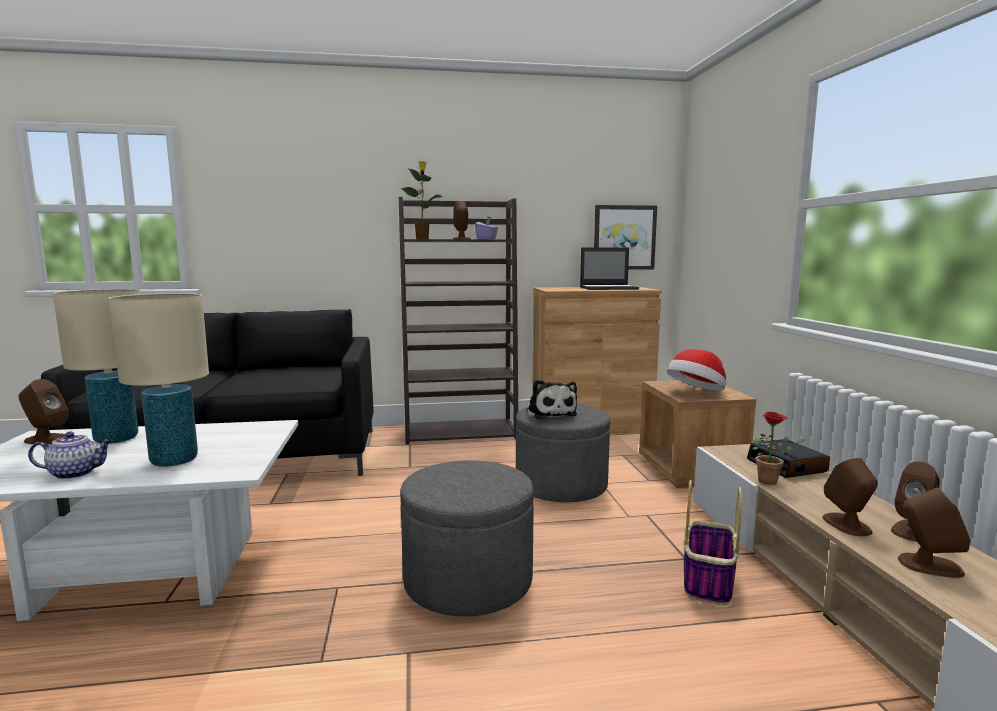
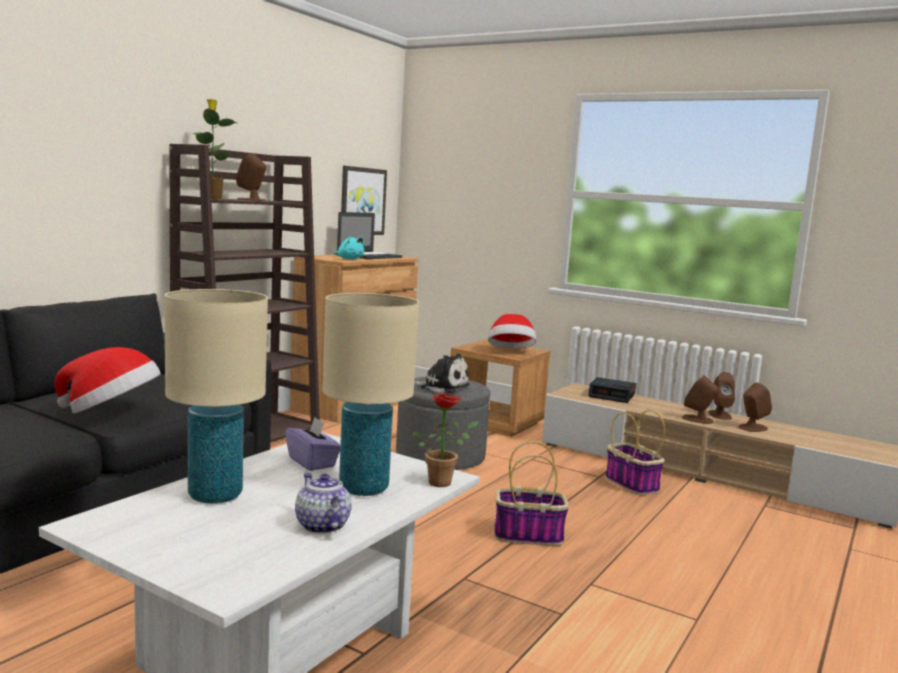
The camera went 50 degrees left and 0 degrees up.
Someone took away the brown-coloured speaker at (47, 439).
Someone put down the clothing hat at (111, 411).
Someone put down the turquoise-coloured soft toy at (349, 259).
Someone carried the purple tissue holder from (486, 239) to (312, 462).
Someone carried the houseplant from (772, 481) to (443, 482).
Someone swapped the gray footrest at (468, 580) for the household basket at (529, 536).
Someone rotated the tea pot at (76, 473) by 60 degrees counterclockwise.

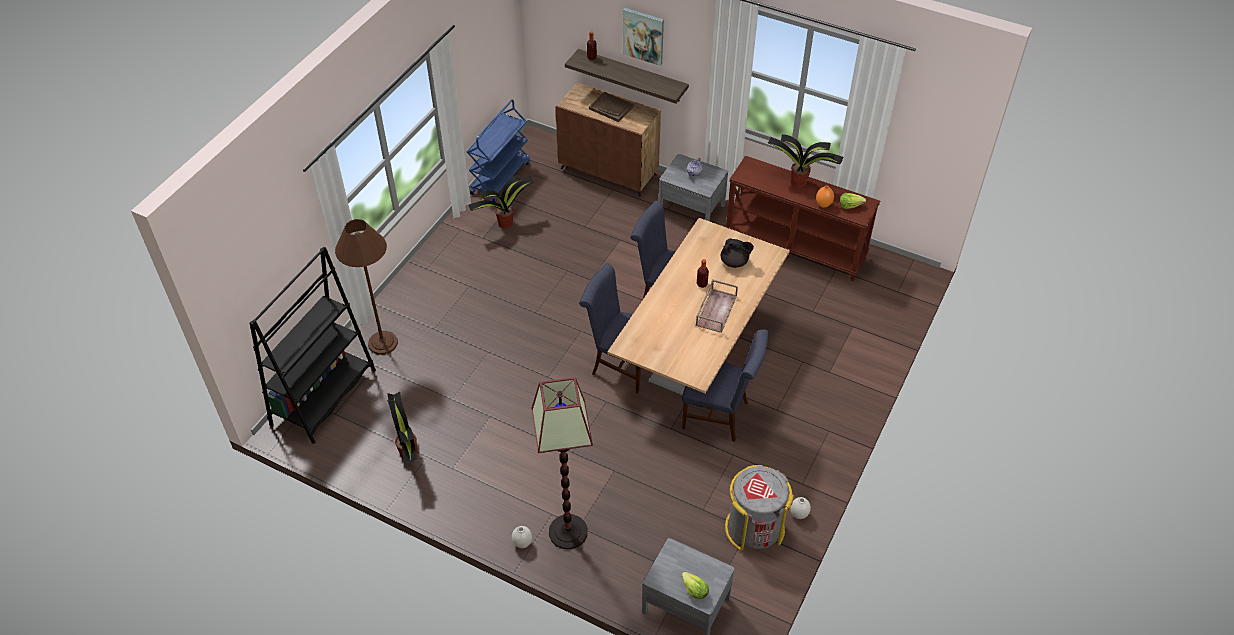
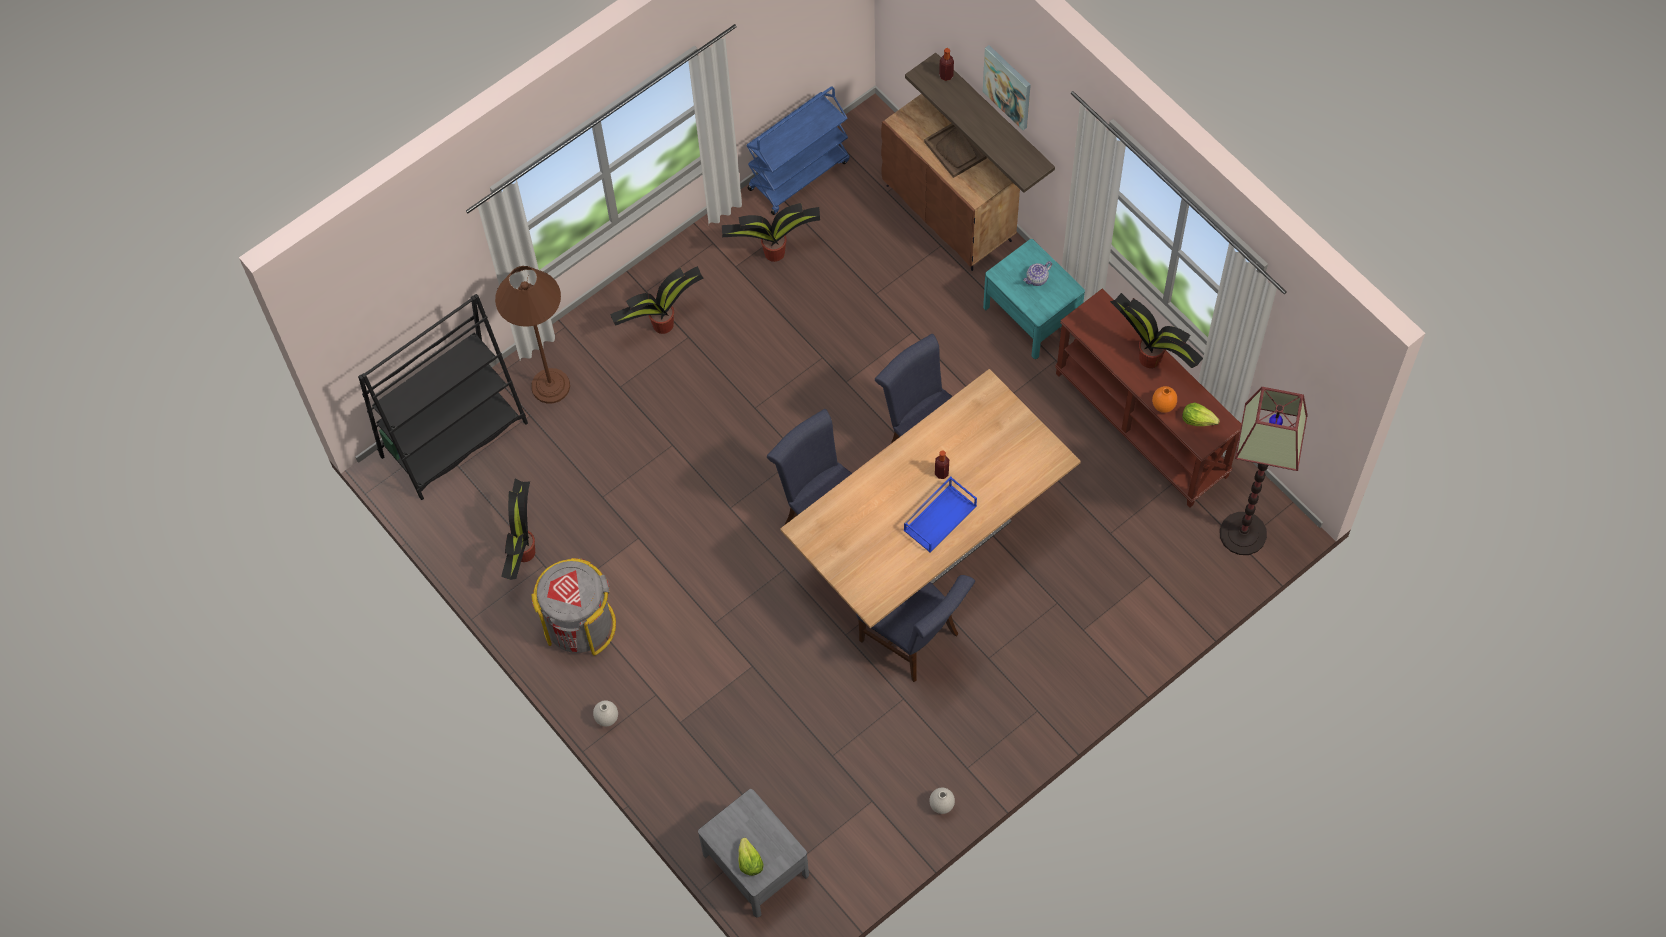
The camera went 25 degrees right and 15 degrees up.
Someone took away the blackish tea pot at (734, 262).
Someone put down the houseplant at (661, 325).
Someone carried the standard lamp from (568, 532) to (1243, 534).
Someone carried the gray trash can from (754, 528) to (580, 624).
Someone repainted the gray nightstand at (691, 209), which became the turquoise-coloured nightstand at (1031, 315).
Someone repainted the brown-coloured serving tray at (716, 310), which became the blue serving tray at (940, 517).

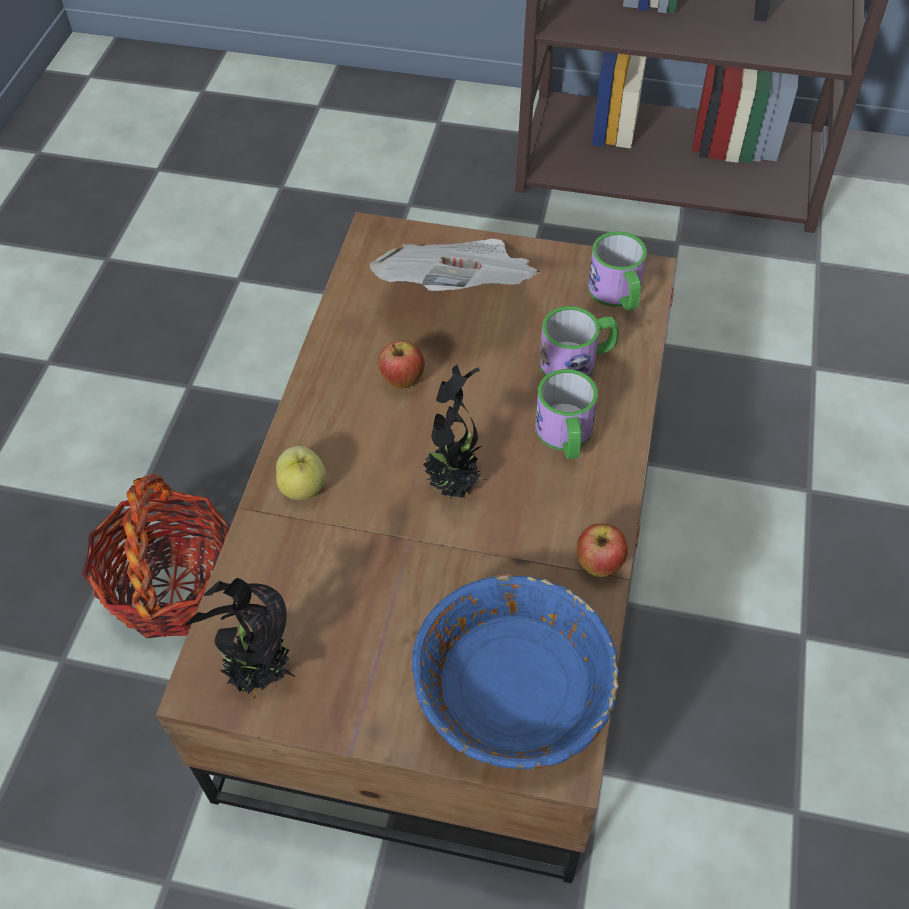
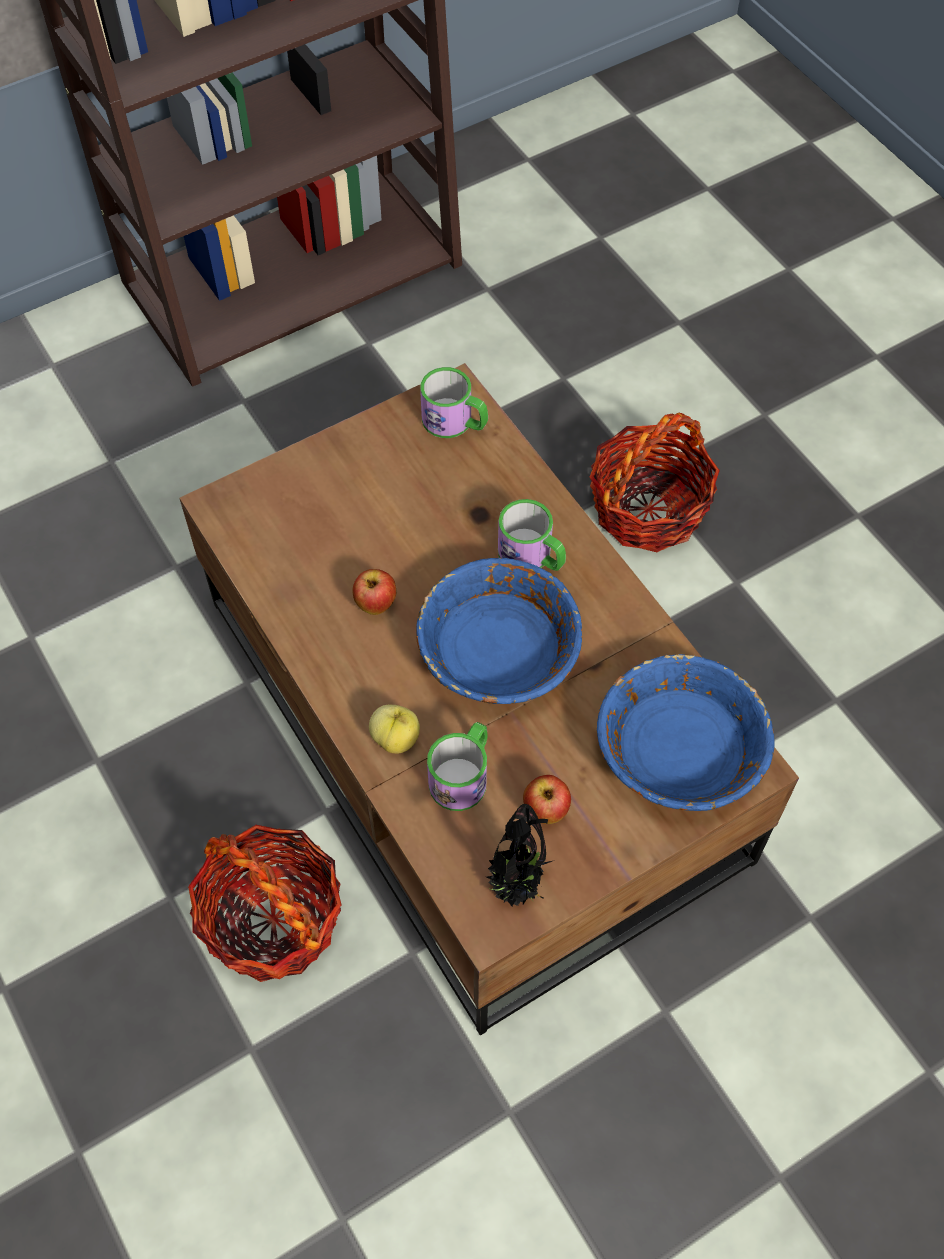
The camera went 45 degrees left and 5 degrees up.
Someone took away the daily paper at (458, 295).
Someone put down the household basket at (648, 508).
Someone carried the mug from (577, 361) to (463, 775).
Someone carried the apple fruit from (599, 565) to (546, 811).
Someone swapped the houseplant at (455, 484) for the blue deep dish at (497, 650).

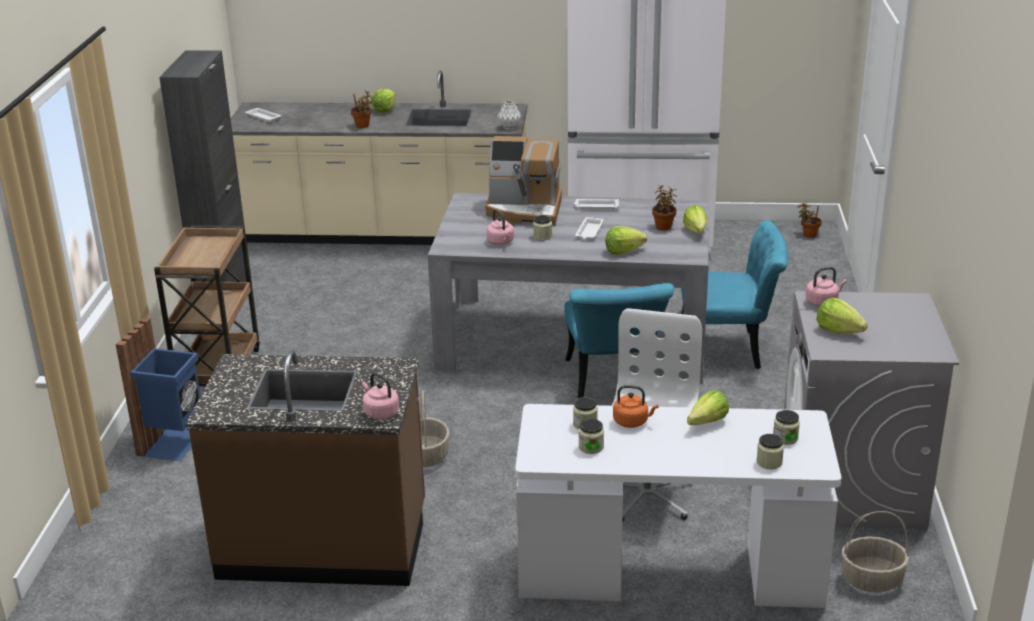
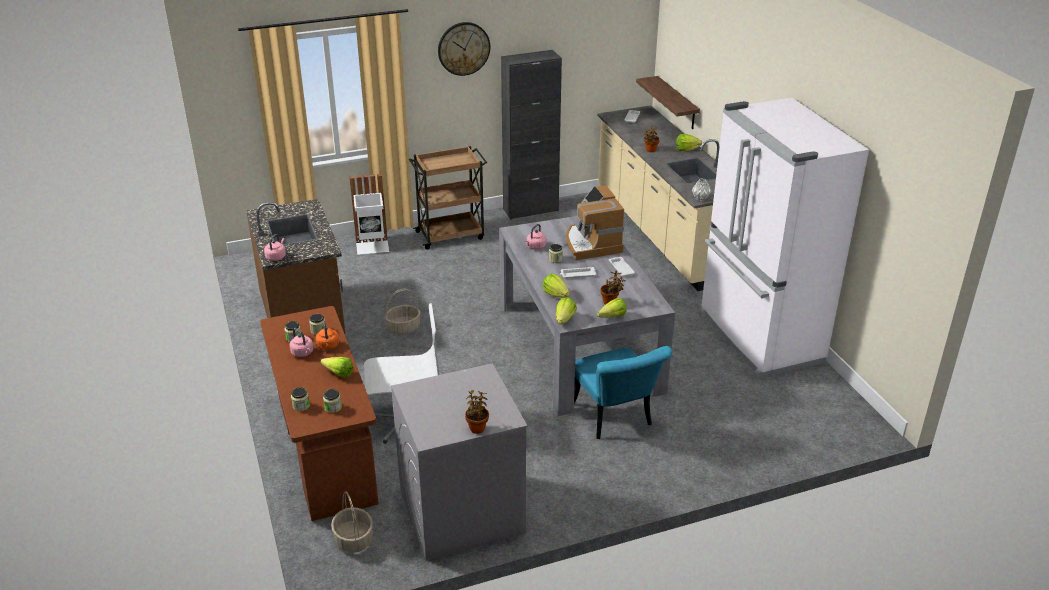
The camera went 65 degrees right and 5 degrees up.
Someone took away the turquoise-coloured upright chair at (613, 383).
Someone put up the hanging clock at (463, 48).
Someone put up the wall shelf at (677, 103).
Someone carried the houseplant from (808, 234) to (477, 427).
Someone carried the pink water kettle from (823, 302) to (303, 353).
Someone carried the lettuce head from (838, 330) to (564, 319).
Someone repainted the blue trash can at (174, 443), which became the whitish trash can at (372, 247).
Someone repainted the whitish desk unit at (669, 574), which became the brown-coloured desk unit at (325, 449).

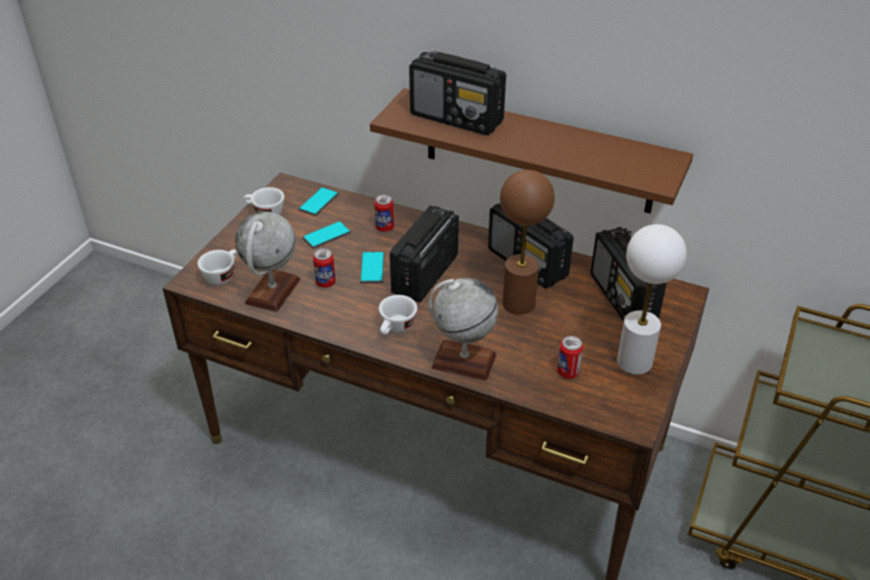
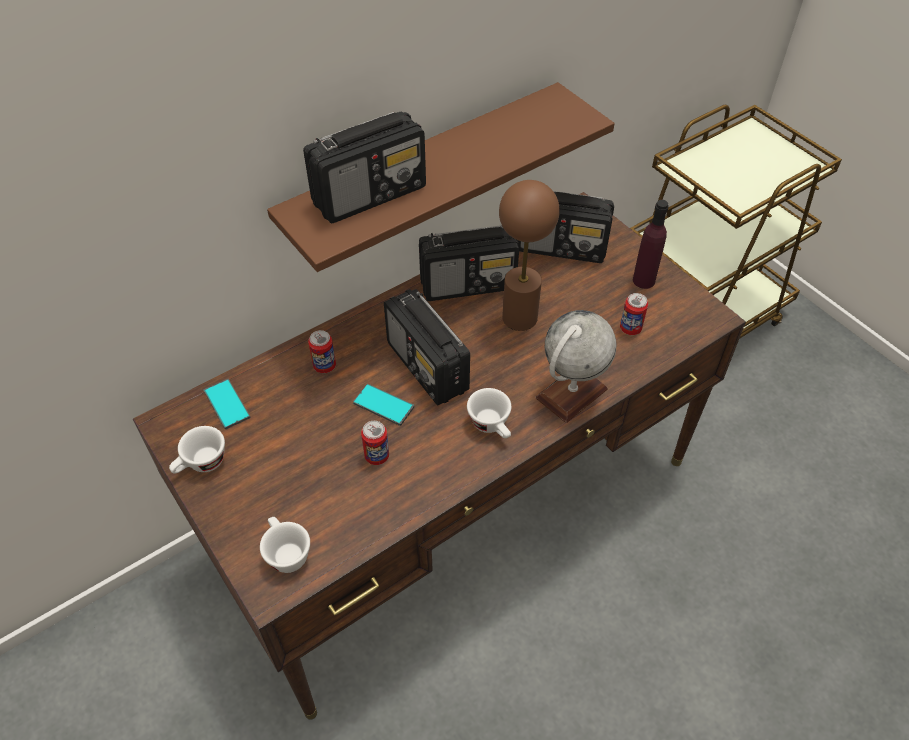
The camera went 60 degrees left and 10 degrees up.
Someone took away the globe at (273, 291).
Someone took away the handset at (326, 235).
Someone swapped the whitish tabletop lamp at (635, 362) for the purple drink bottle at (643, 280).

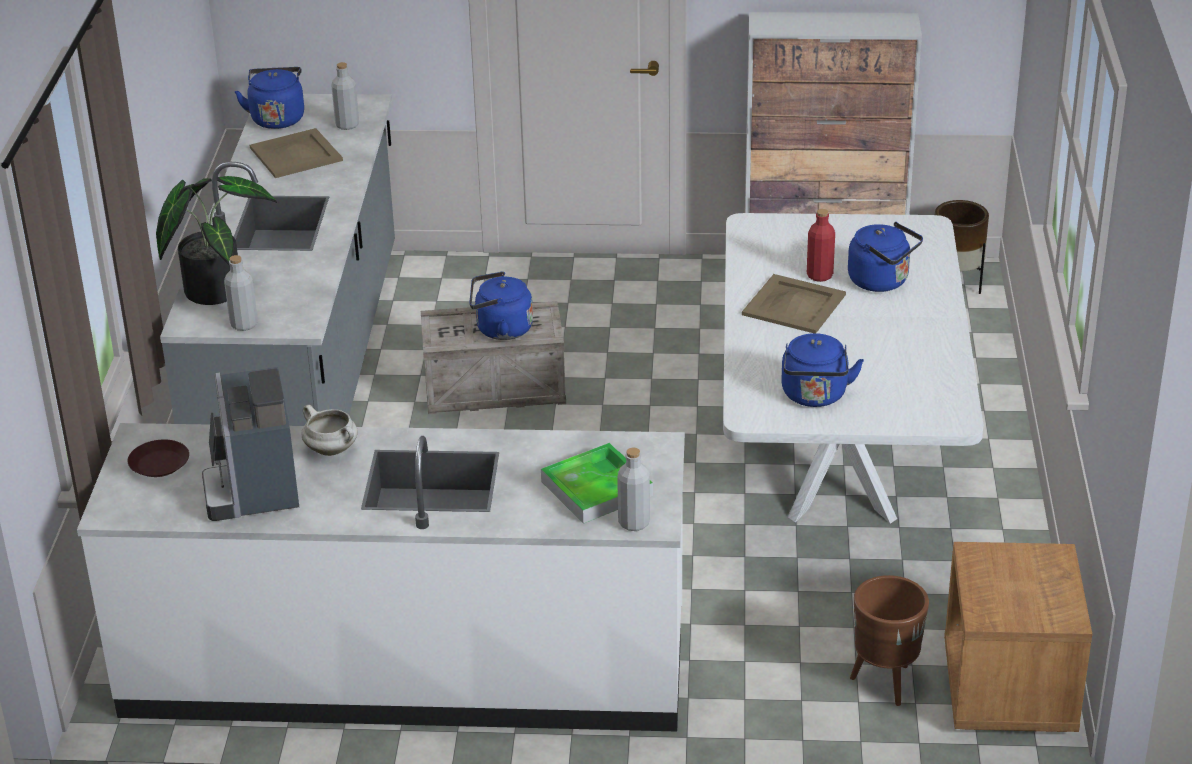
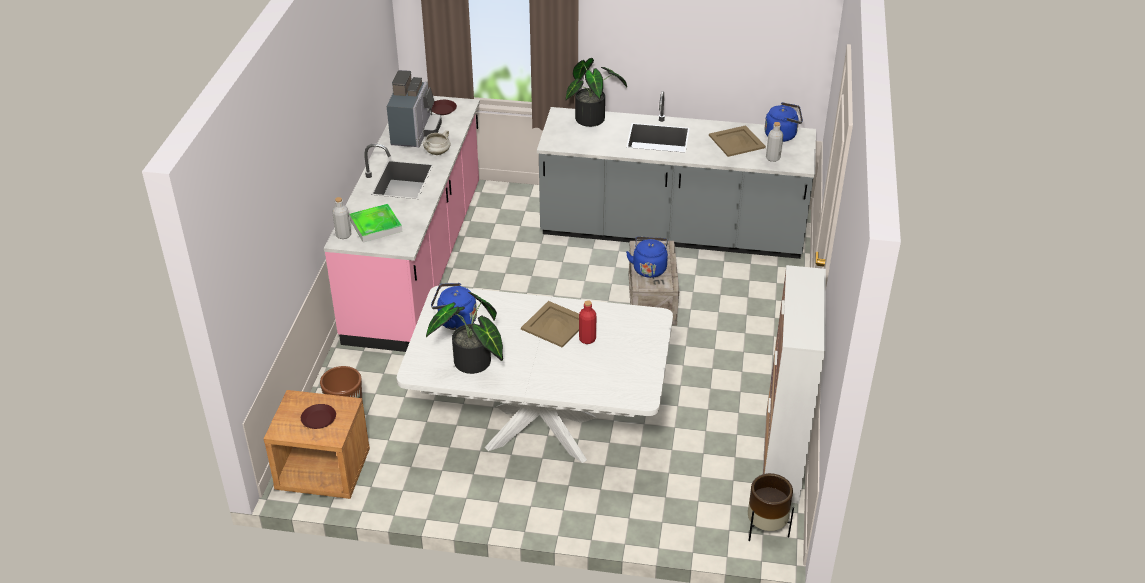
The camera went 95 degrees right and 5 degrees up.
Someone took away the gray drink bottle at (244, 324).
Someone took away the blue water kettle at (882, 281).
Someone put down the brown-coloured plate at (318, 419).
Someone put down the houseplant at (473, 365).
Someone repainted the whitish kitchen base unit at (405, 668), which became the pink kitchen base unit at (417, 262).
Someone rotated the coffee machine at (254, 488) by 105 degrees clockwise.

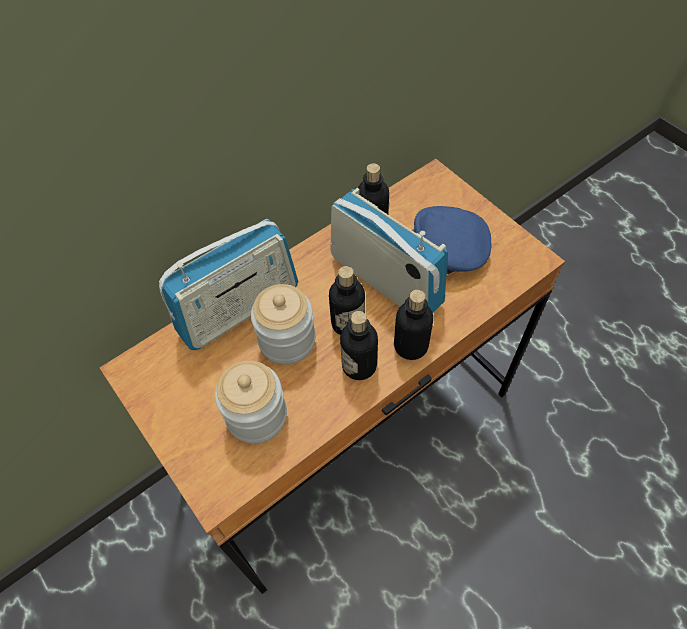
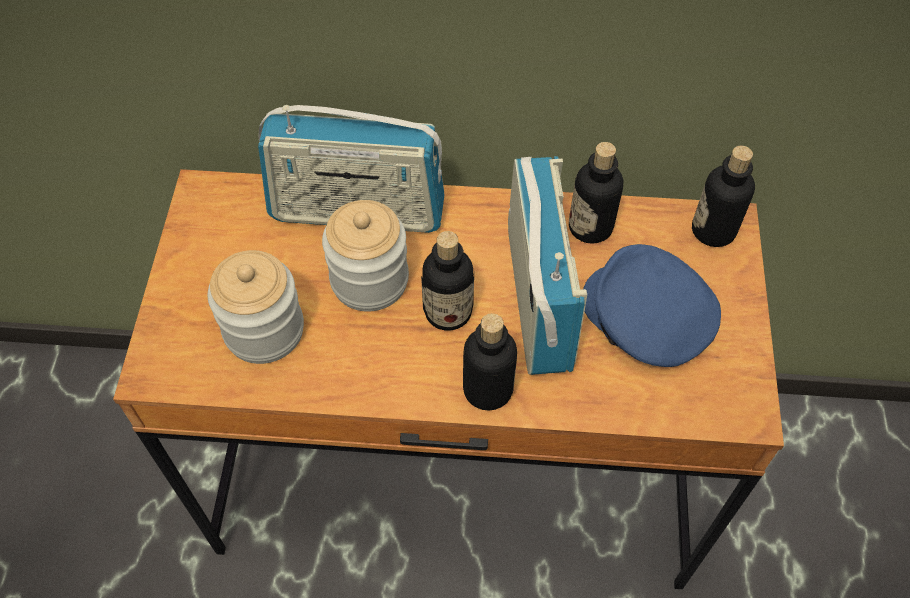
The camera went 40 degrees right and 0 degrees up.
Someone carried the drink bottle from (359, 365) to (713, 230).

